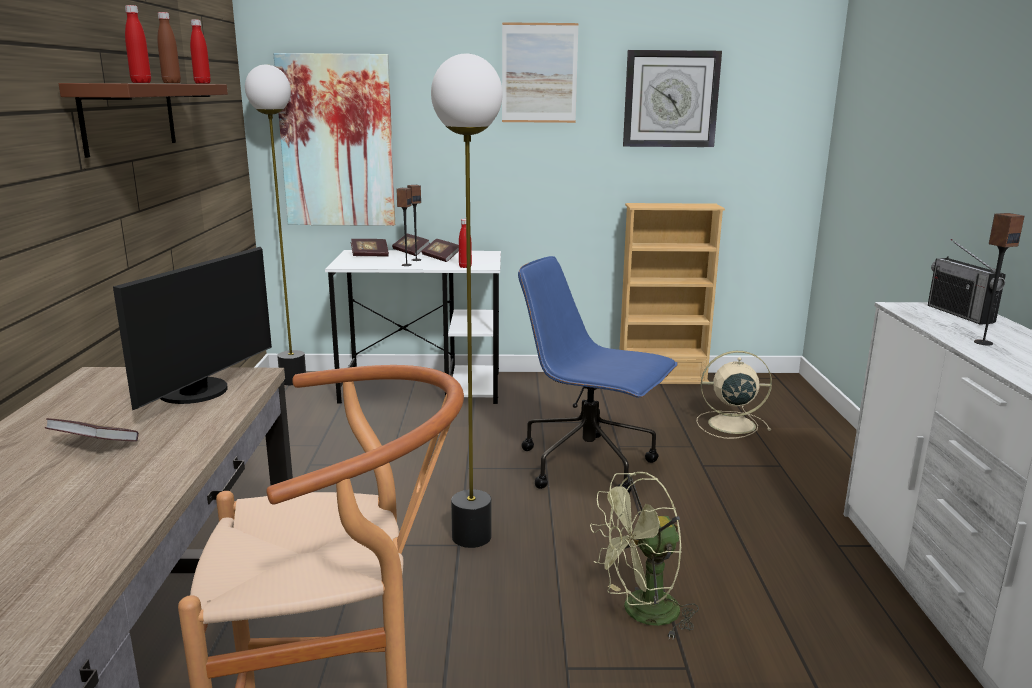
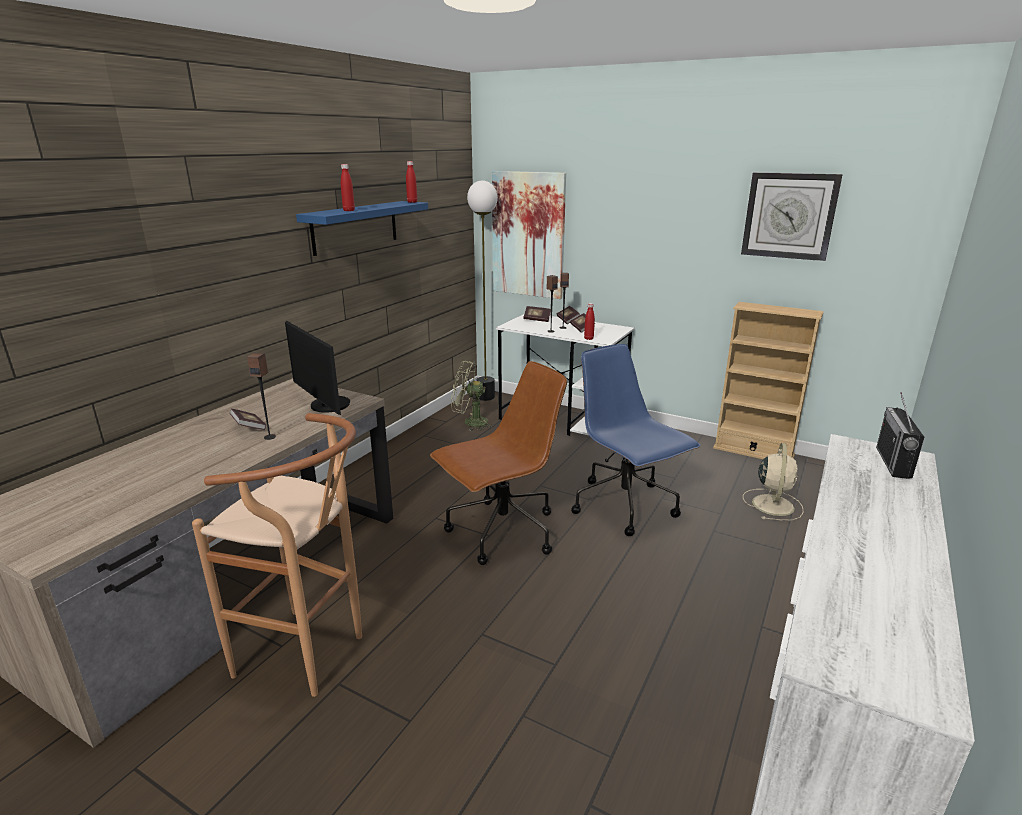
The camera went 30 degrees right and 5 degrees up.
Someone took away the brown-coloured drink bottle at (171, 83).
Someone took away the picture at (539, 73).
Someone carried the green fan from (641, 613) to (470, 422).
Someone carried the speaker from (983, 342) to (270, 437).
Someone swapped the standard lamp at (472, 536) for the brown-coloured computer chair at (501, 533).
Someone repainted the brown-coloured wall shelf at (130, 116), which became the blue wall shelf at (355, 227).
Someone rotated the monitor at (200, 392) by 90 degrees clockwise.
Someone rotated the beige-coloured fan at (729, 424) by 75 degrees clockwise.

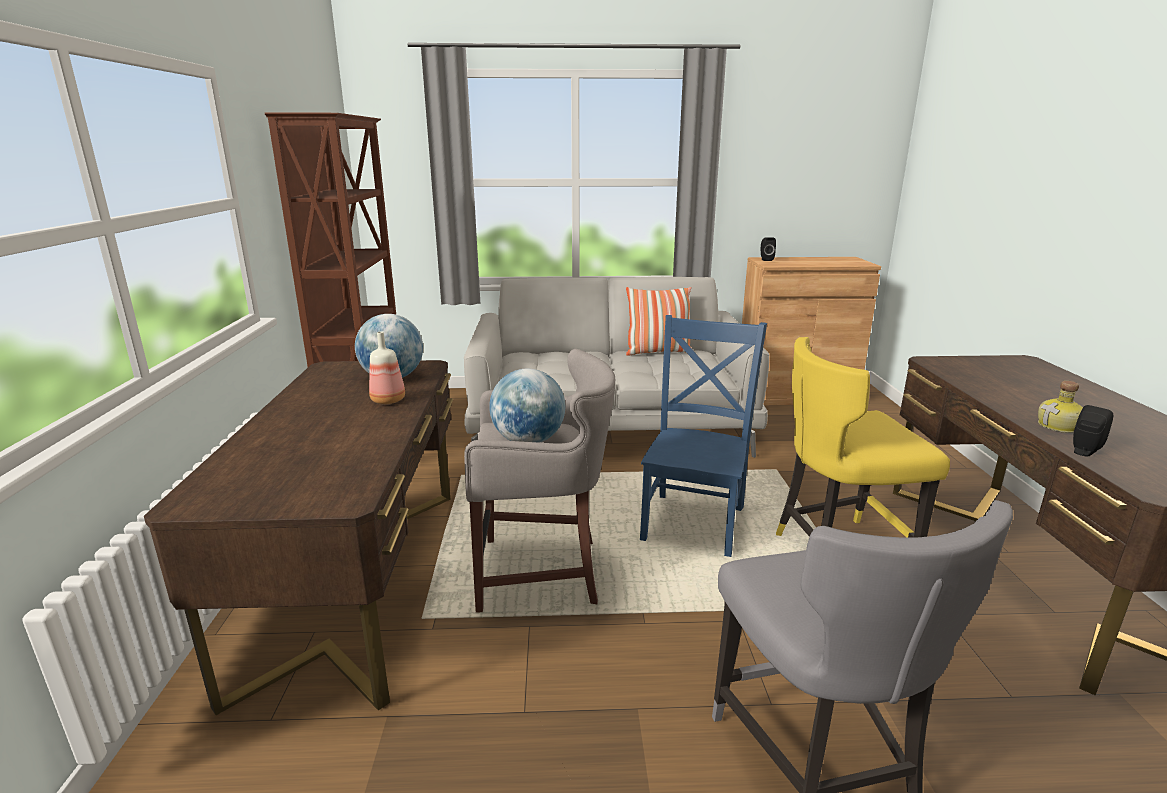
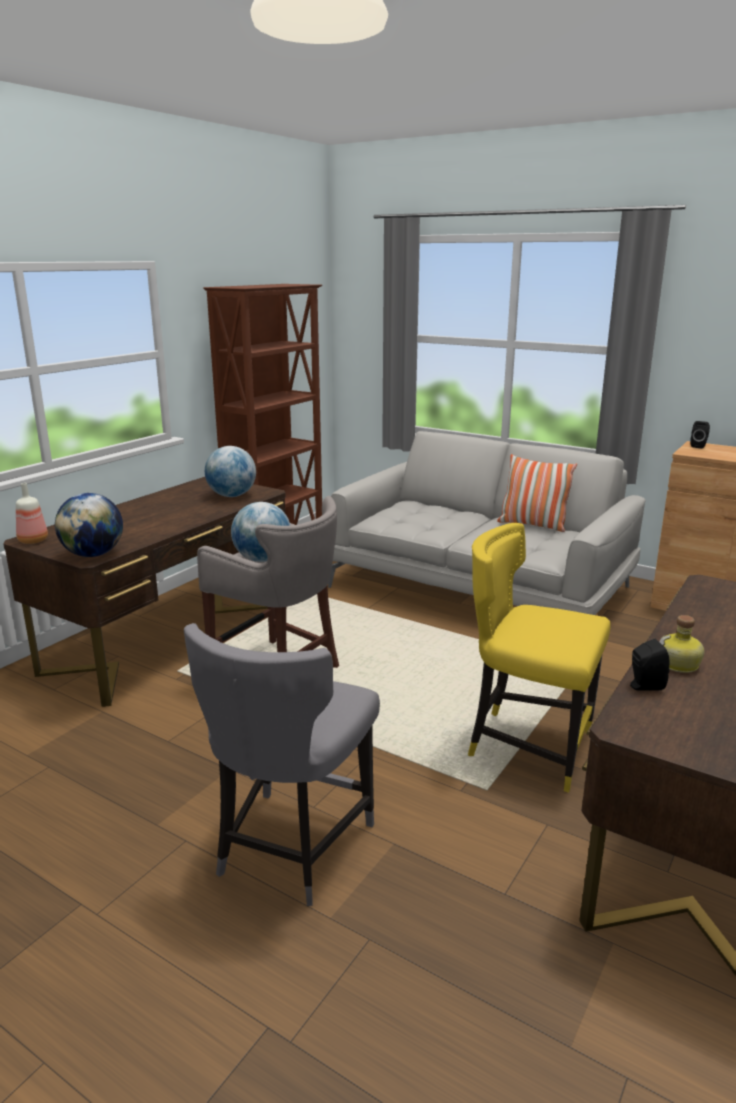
The camera went 35 degrees right and 0 degrees up.
Someone took away the blue upright chair at (694, 521).
Someone put down the globe at (93, 554).
Someone carried the drink bottle from (389, 400) to (34, 541).

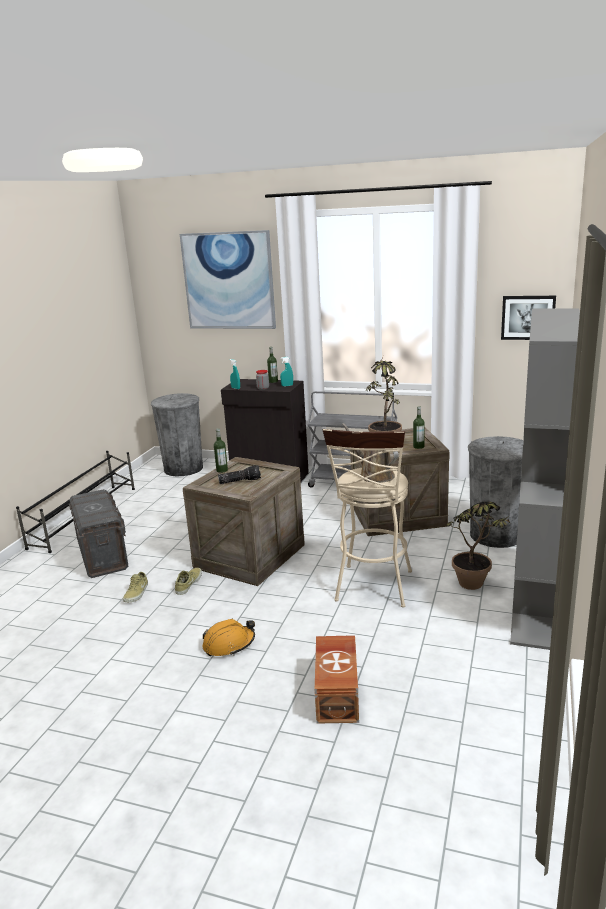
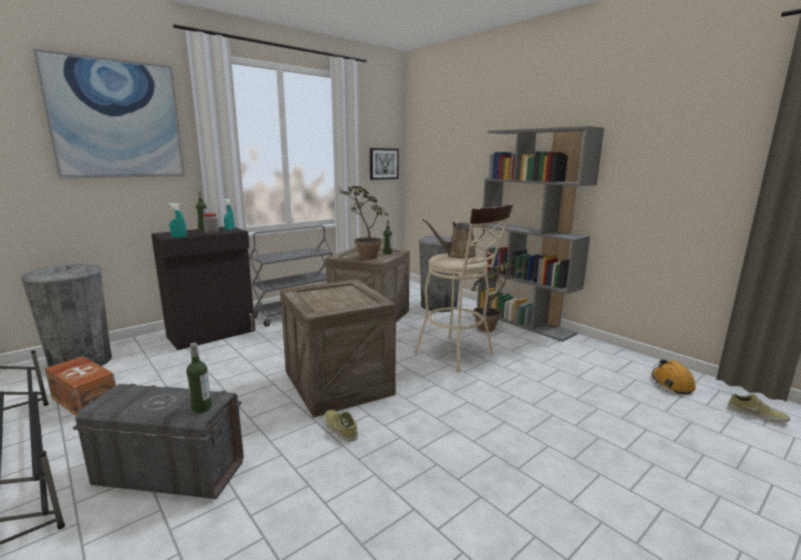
The camera went 60 degrees left and 5 degrees down.
Someone took away the flashlight at (240, 481).
Someone carried the beige-coloured shoe from (136, 593) to (757, 414).
Someone carried the orangey hard hat from (229, 644) to (672, 383).
Someone carried the drink bottle from (222, 470) to (201, 408).
Someone carried the brown-coloured storage bin from (338, 693) to (85, 400).

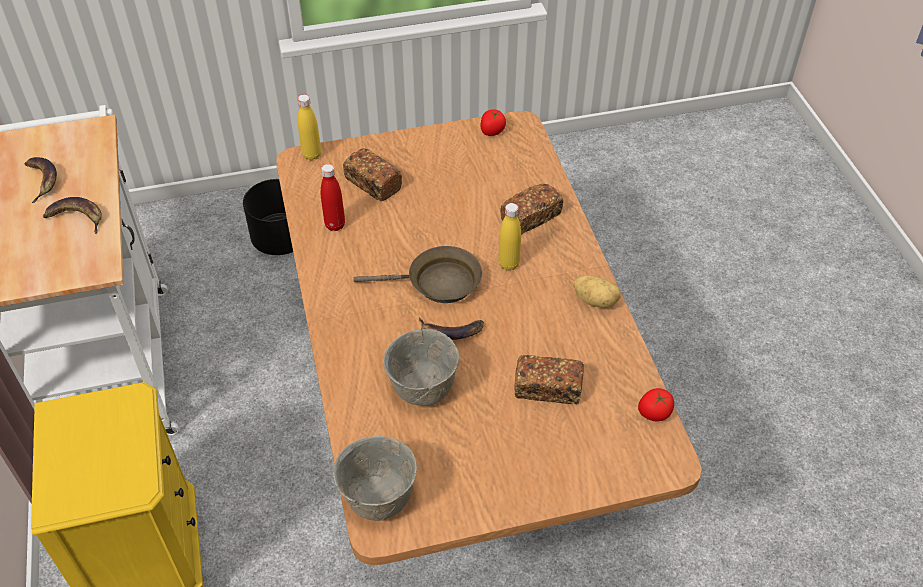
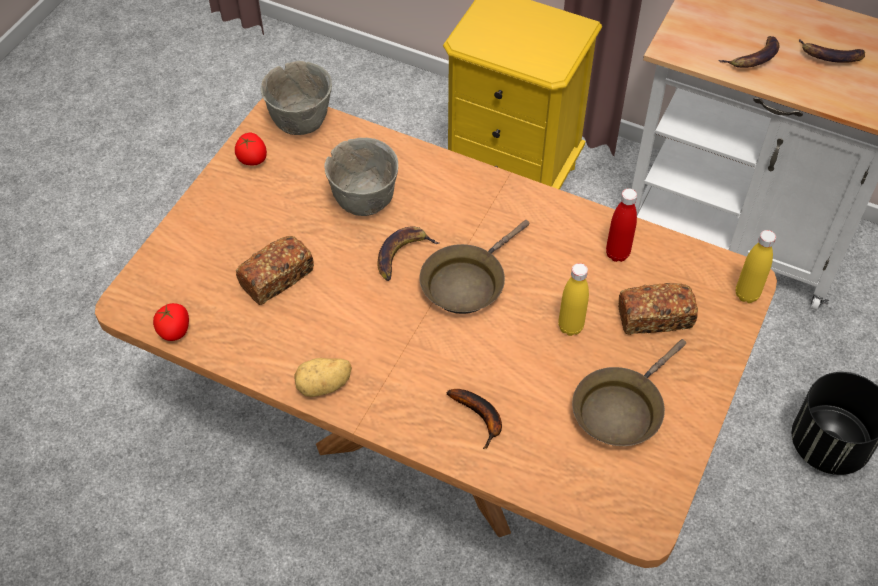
The camera went 130 degrees right and 5 degrees up.
Someone put down the brown-coloured skillet at (621, 409).
Someone carried the fresh tomato from (492, 131) to (252, 159).
Someone carried the yellowish drink bottle from (508, 264) to (570, 327).
Someone swapped the baked bread at (531, 217) for the whole banana at (480, 417).

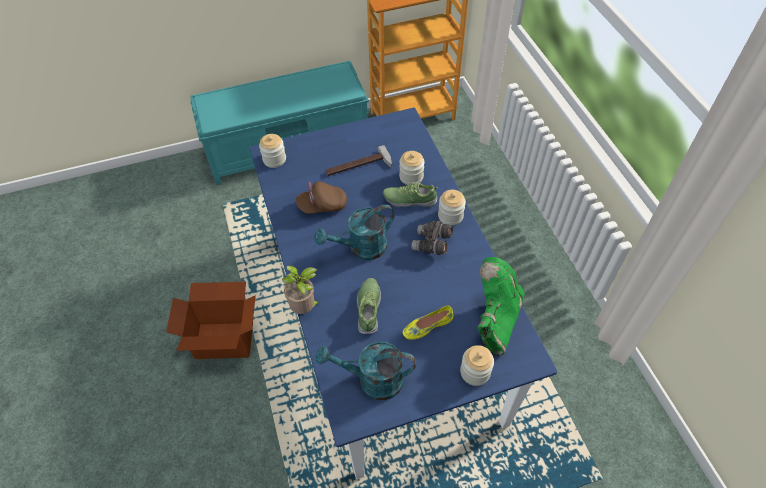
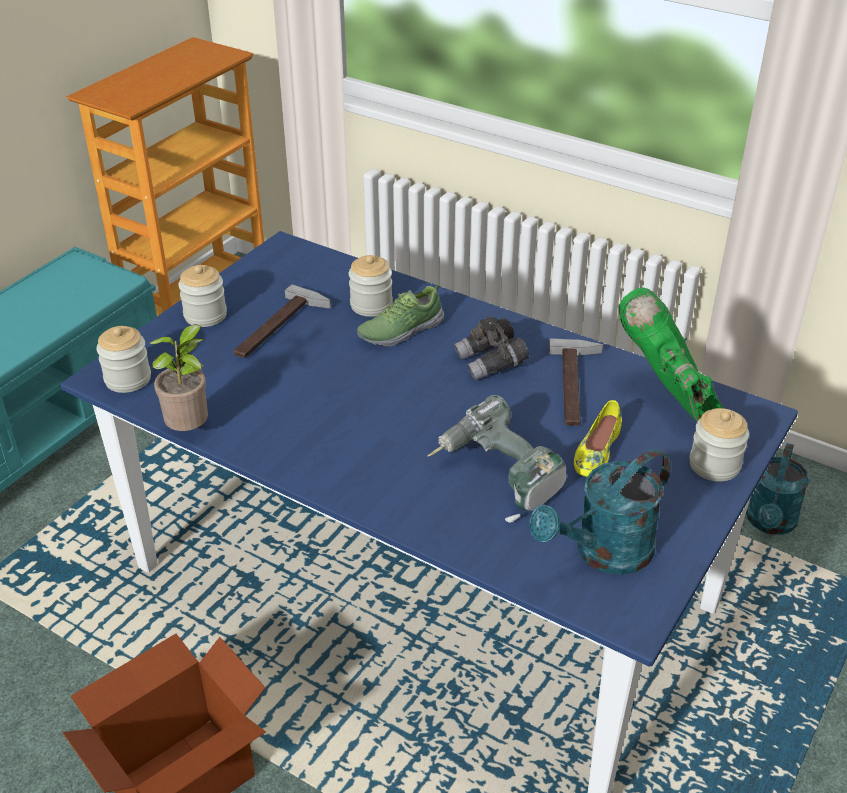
The camera went 40 degrees left and 15 degrees down.
Someone took away the brown-coloured baseball cap at (322, 206).
Someone put down the hand hammer at (577, 386).
Someone carried the houseplant from (305, 308) to (191, 430).
Someone carried the turquoise-coloured watering pot from (361, 248) to (770, 523).
Someone carried the jar from (450, 216) to (205, 315).
Someone swapped the shoe at (369, 309) for the electric drill at (497, 477).

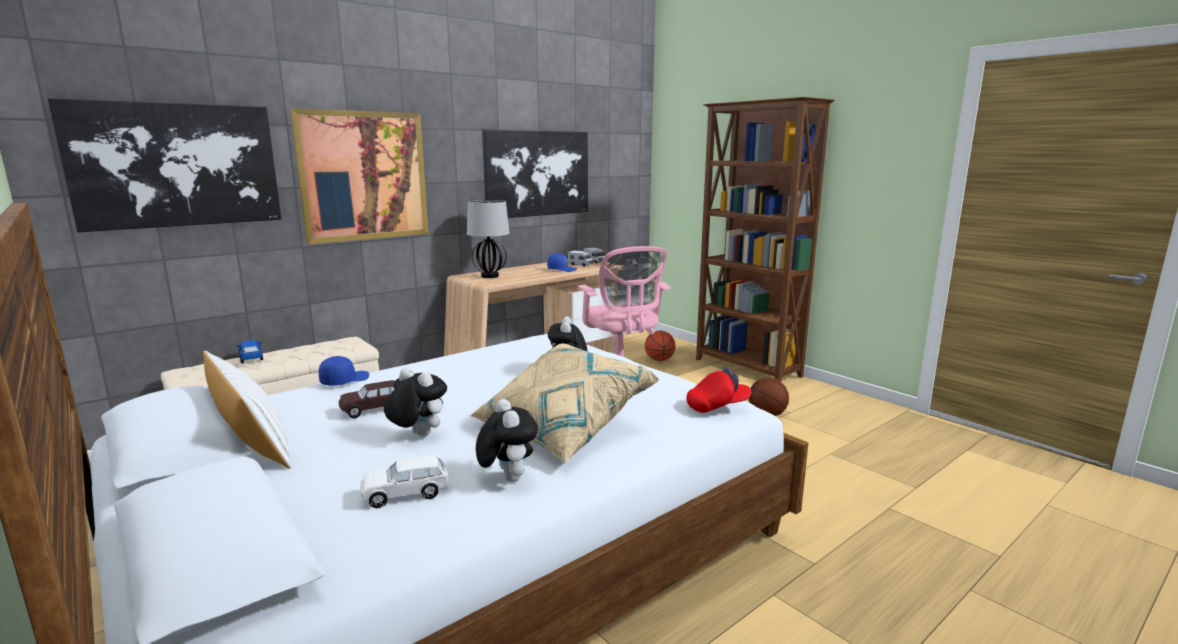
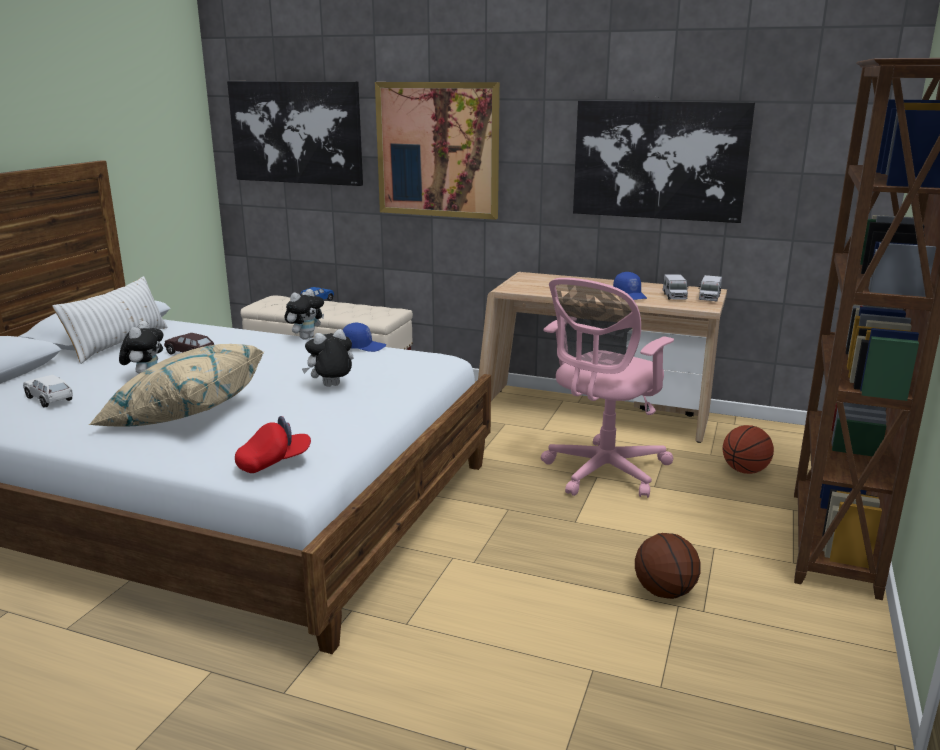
The camera went 60 degrees right and 5 degrees up.
Someone took away the tabletop lamp at (490, 276).
Someone carried the blue baseball cap from (344, 380) to (363, 346).
Someone carried the soft toy from (507, 478) to (306, 337).
Someone rotated the reddish baseball cap at (717, 406) by 75 degrees counterclockwise.

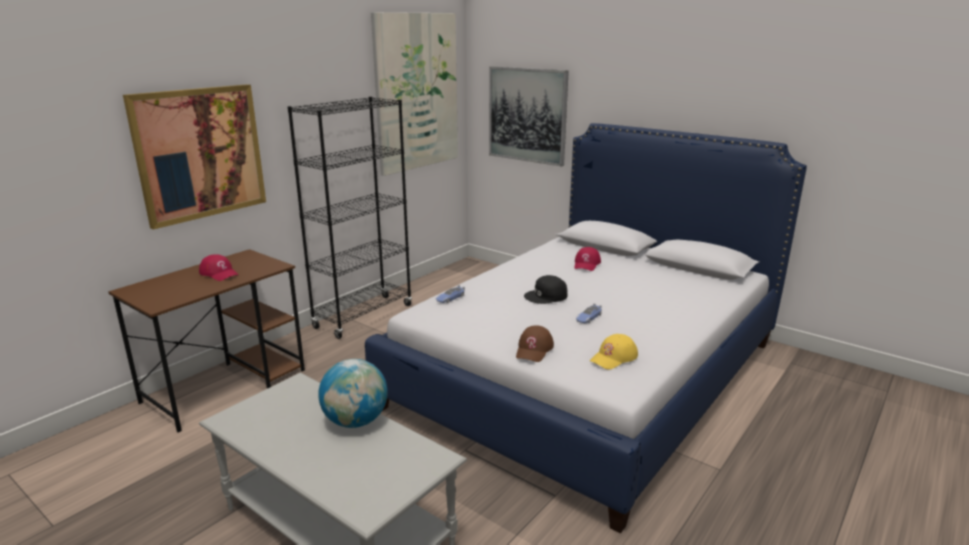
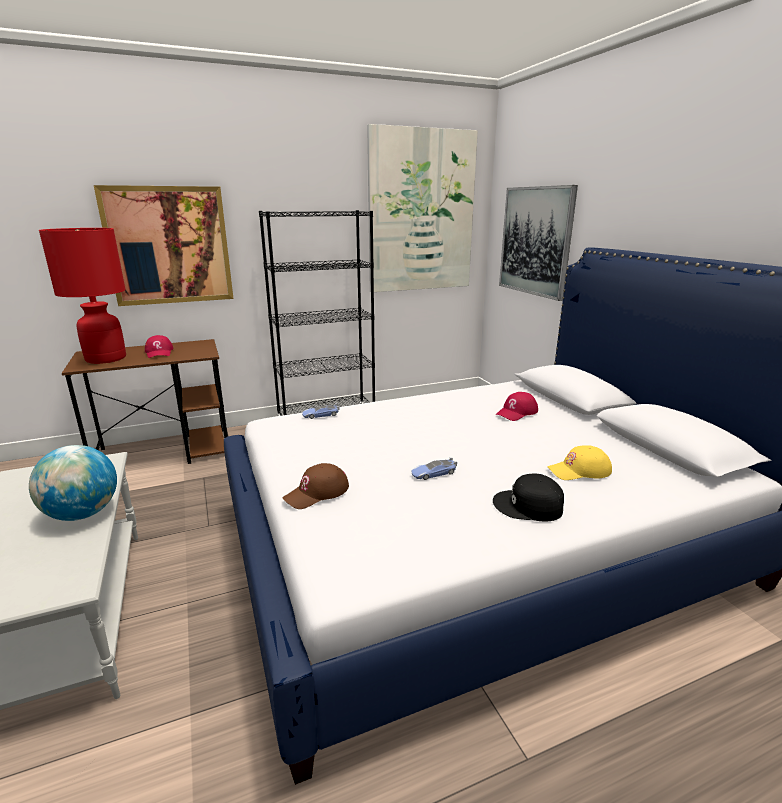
The camera went 30 degrees right and 0 degrees up.
Someone put down the reddish tabletop lamp at (105, 358).
Someone carried the blackish baseball cap from (546, 296) to (528, 506).
Someone carried the yellowish baseball cap from (614, 357) to (579, 471).

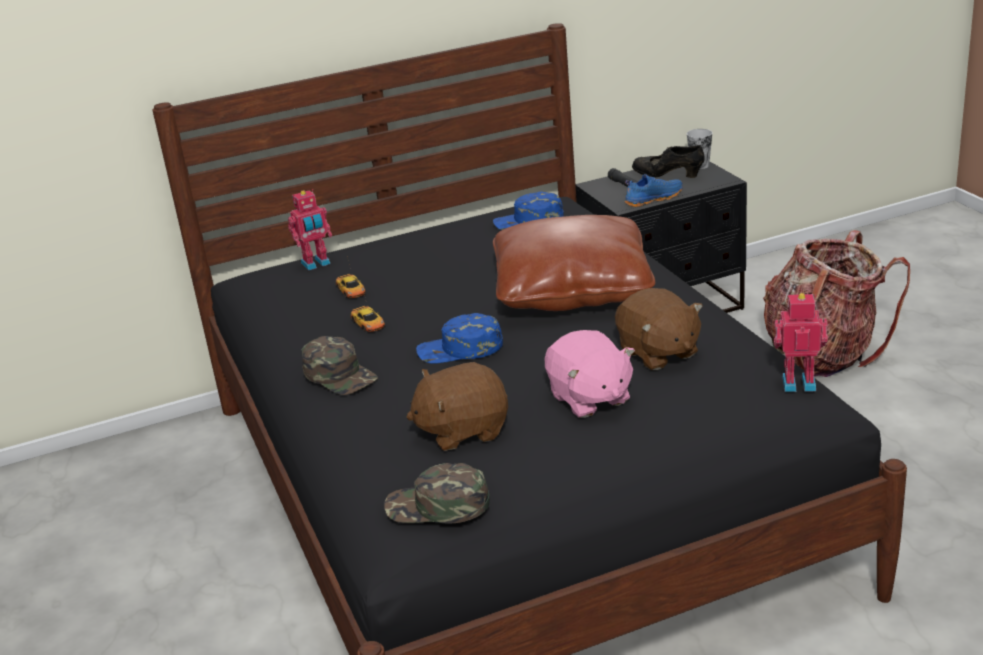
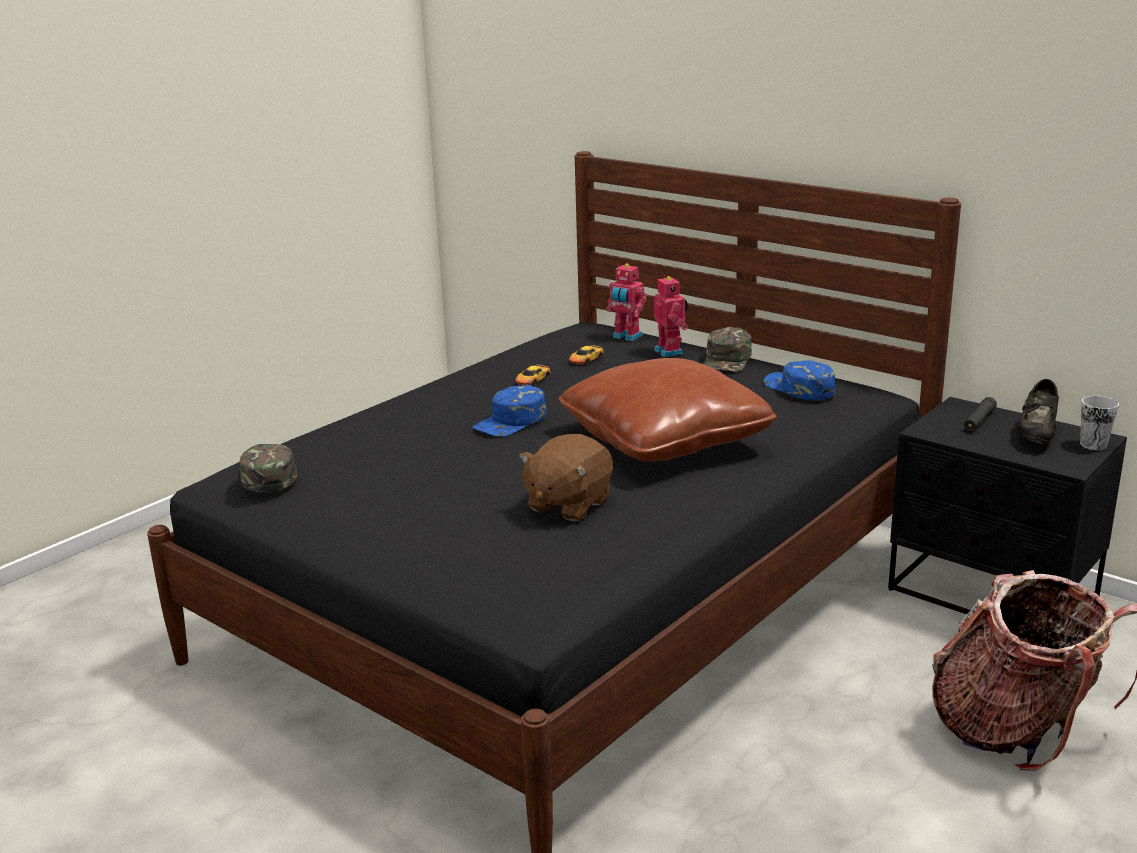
The camera went 60 degrees right and 5 degrees down.
Someone took away the brown-coloured soft toy at (462, 430).
Someone took away the pink soft toy at (589, 398).
Someone took away the blue shoe at (653, 199).
Someone carried the green baseball cap from (340, 375) to (727, 360).
Someone carried the toy robot from (798, 382) to (670, 351).
Someone rotated the blue baseball cap at (460, 349) by 105 degrees counterclockwise.
Someone rotated the blackish shoe at (668, 176) by 150 degrees counterclockwise.

